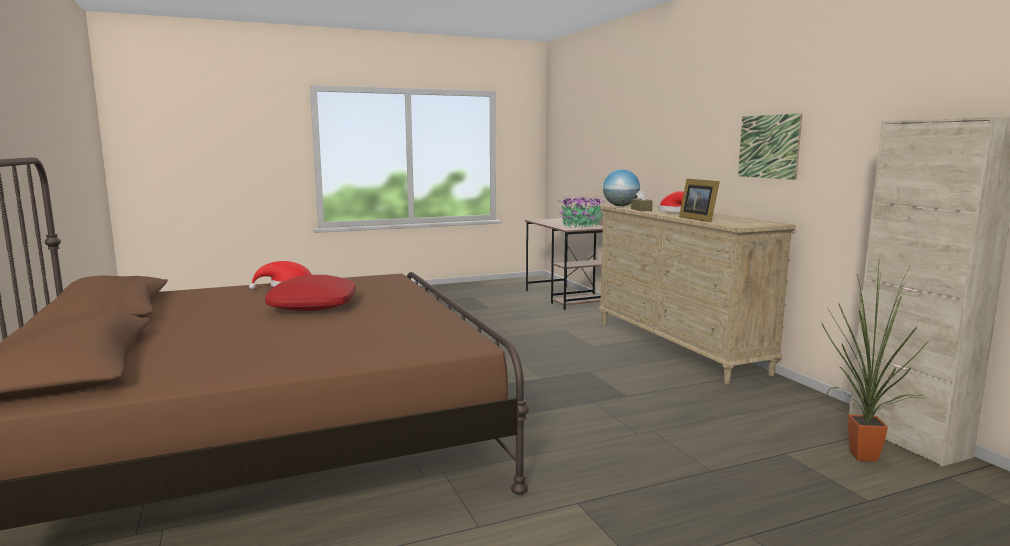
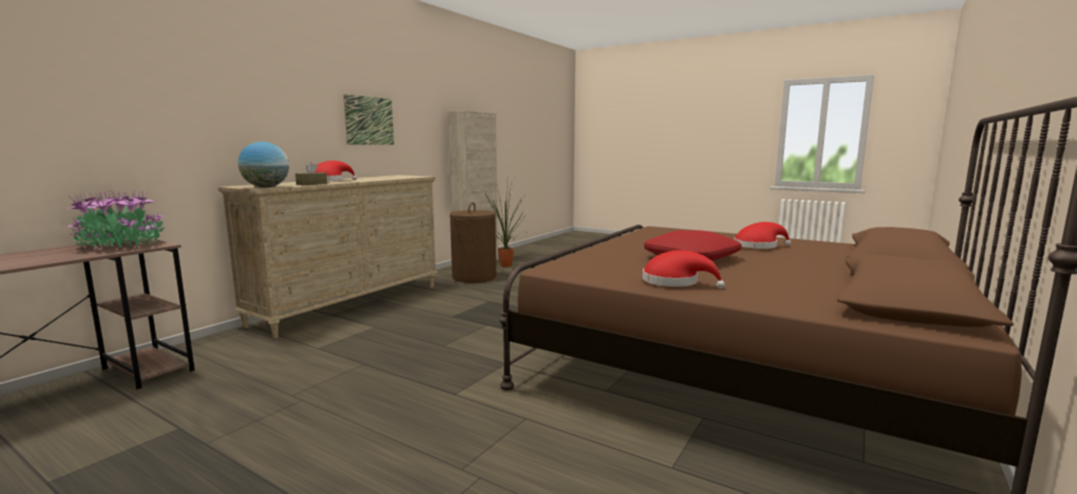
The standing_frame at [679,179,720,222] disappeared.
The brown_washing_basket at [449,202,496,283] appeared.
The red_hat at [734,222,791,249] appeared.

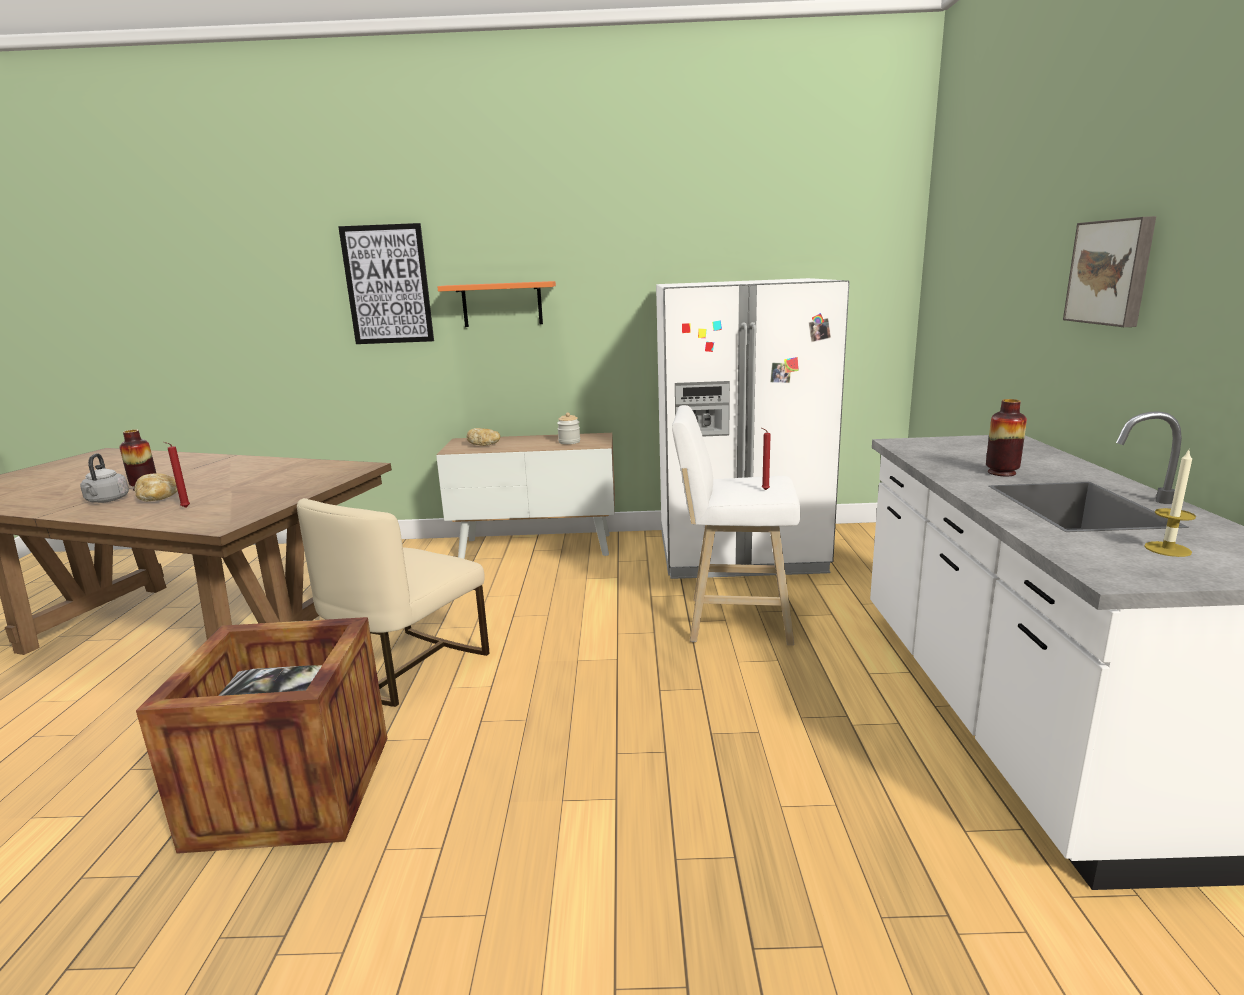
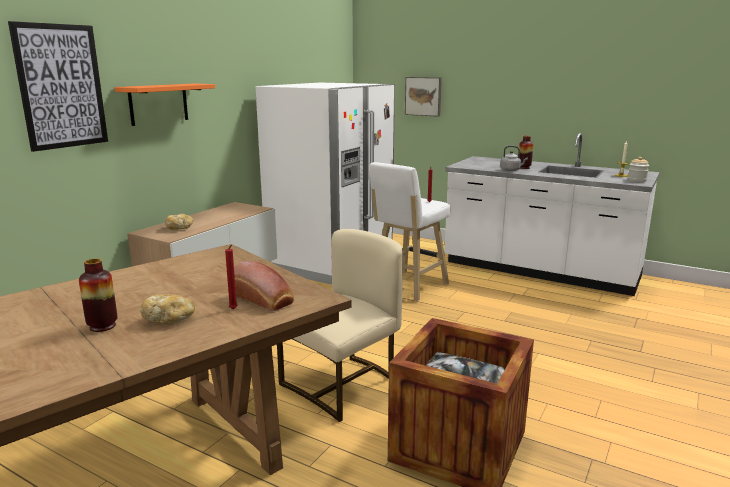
The baked_bread at [234,261,294,311] appeared.
The greyish_water_kettle moved from [80,453,129,503] to [500,145,528,171].
The jar moved from [557,412,580,444] to [628,157,649,182].
The wall_art moved from [1063,216,1156,327] to [405,77,442,117].
The beige_chair at [297,498,489,707] turned 105 degrees counterclockwise.

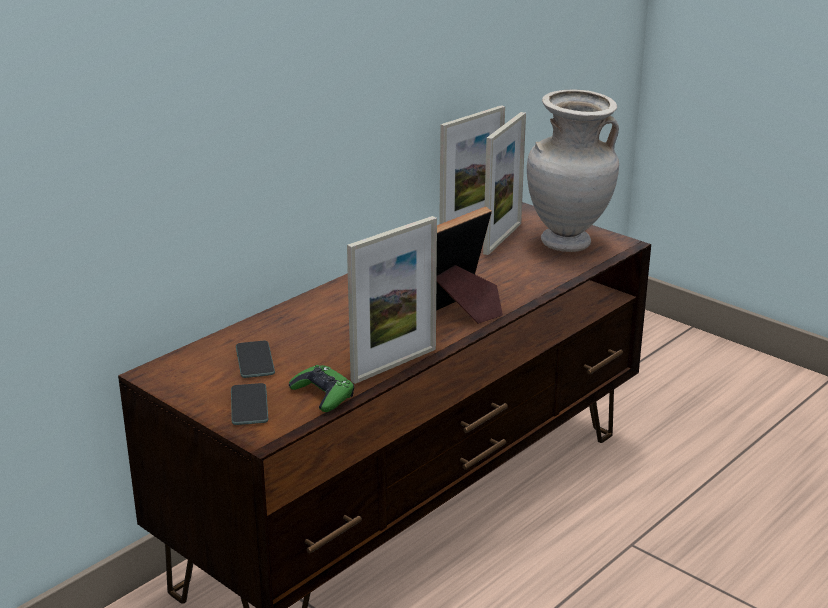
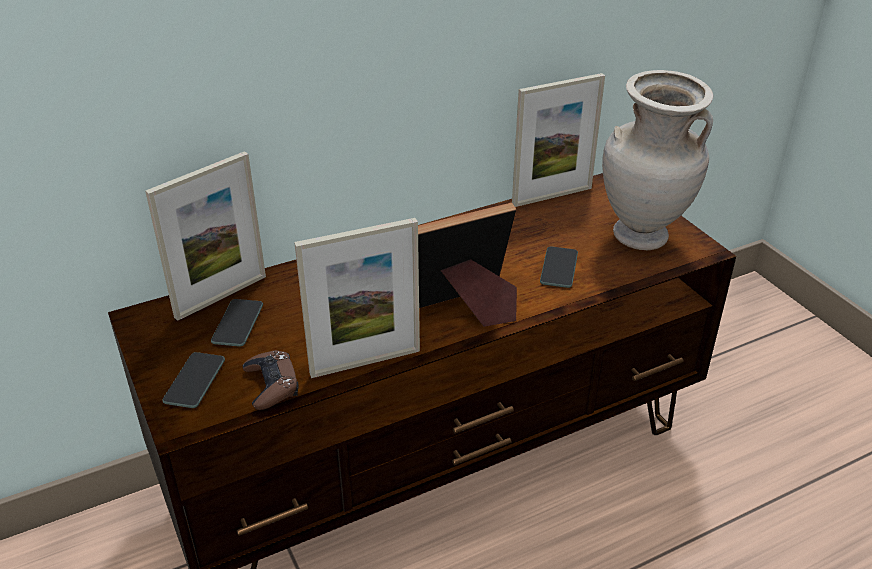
The telephone at [540,246,578,288] appeared.
The standing_frame moved from [483,112,526,255] to [145,151,266,321].
The green-coloured_joypad at [289,365,354,412] became the brown_joypad at [243,350,299,410].

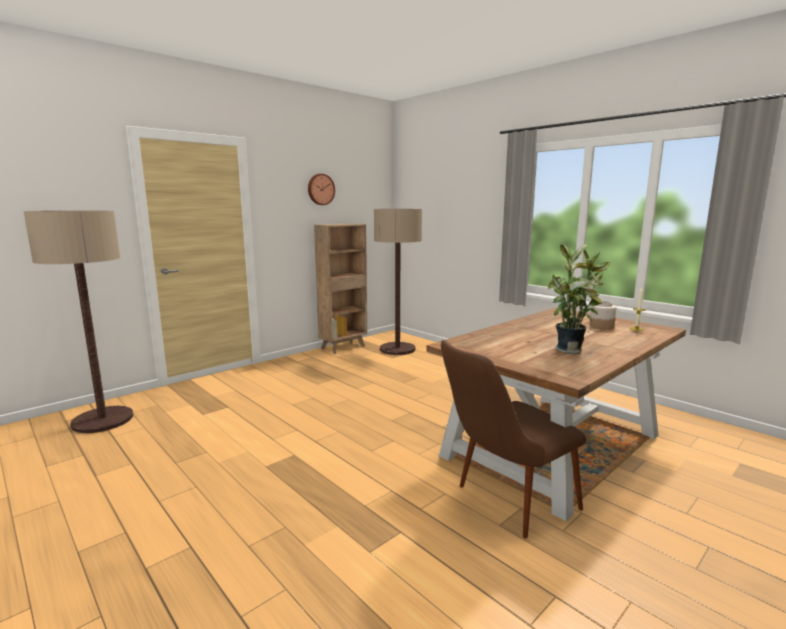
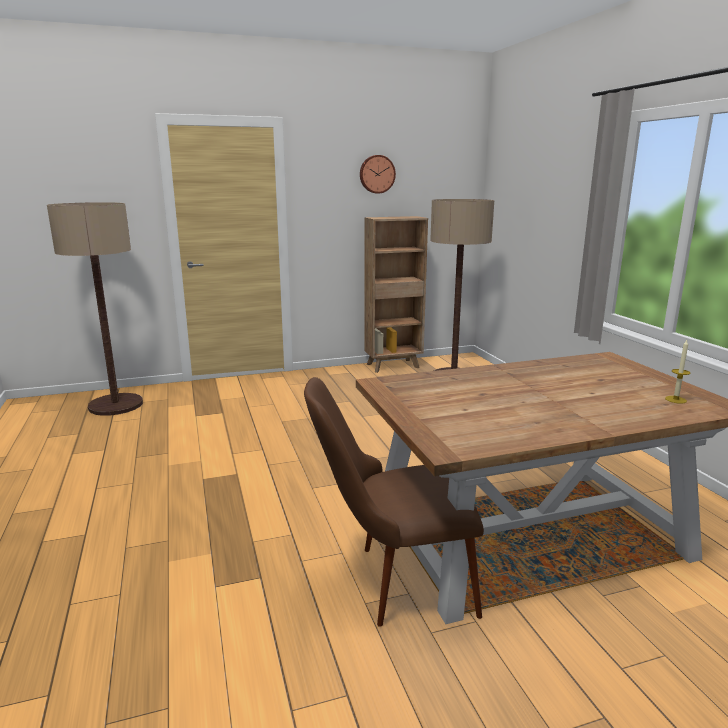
The houseplant at [548,244,611,354] disappeared.
The jar at [589,301,616,330] disappeared.

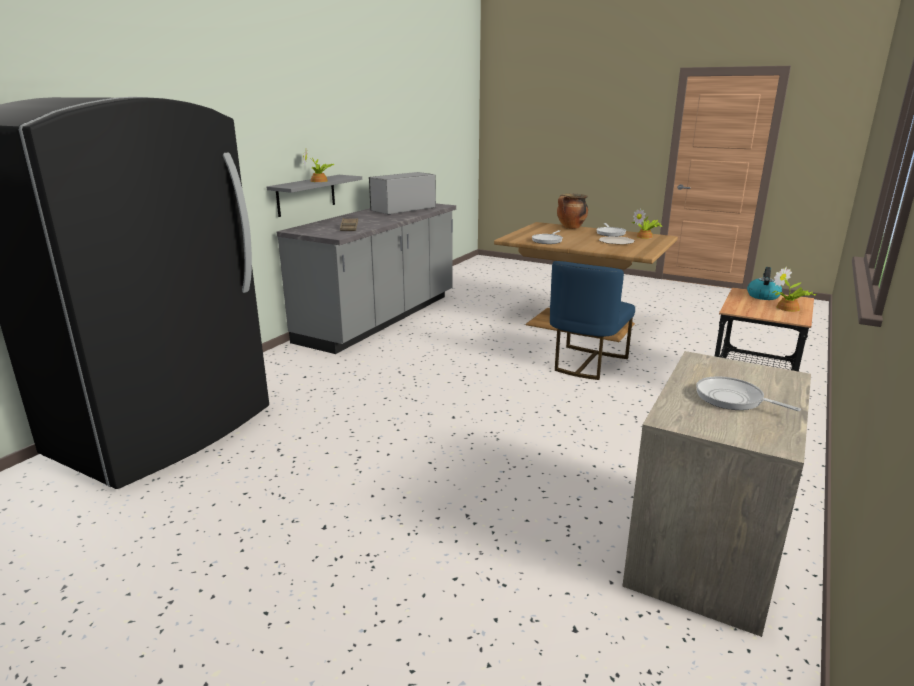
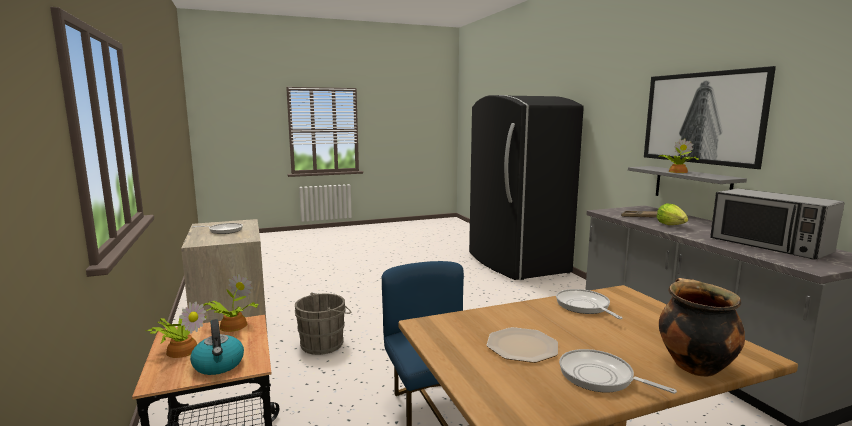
The greyish_pail at [295,292,351,355] appeared.
The wall_art at [644,66,776,169] appeared.
The head_of_lettuce at [657,203,688,225] appeared.
The houseplant moved from [632,208,662,239] to [203,274,259,332].
The kitchen_microwave at [369,172,436,215] turned 150 degrees clockwise.

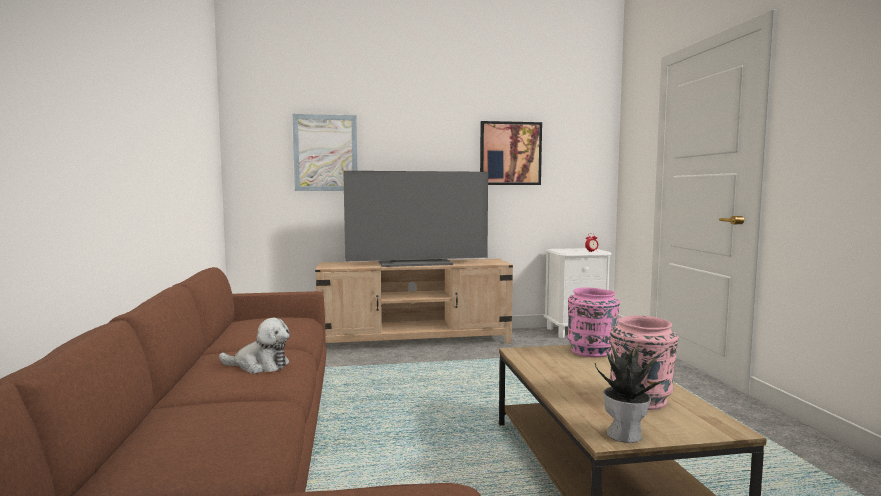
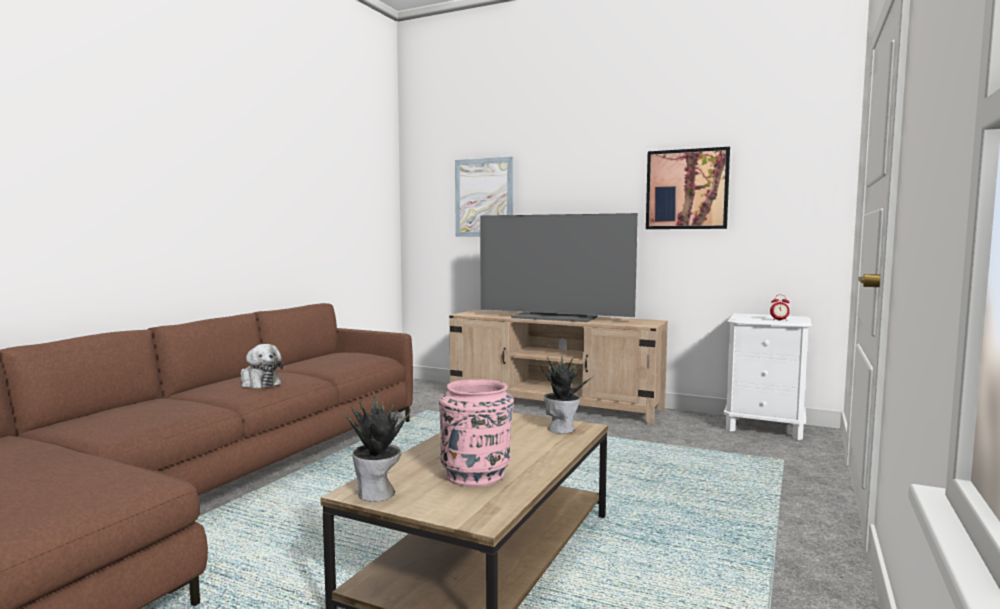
The pinkish_decorative_vase at [567,287,620,357] was replaced by the houseplant at [540,357,594,434].

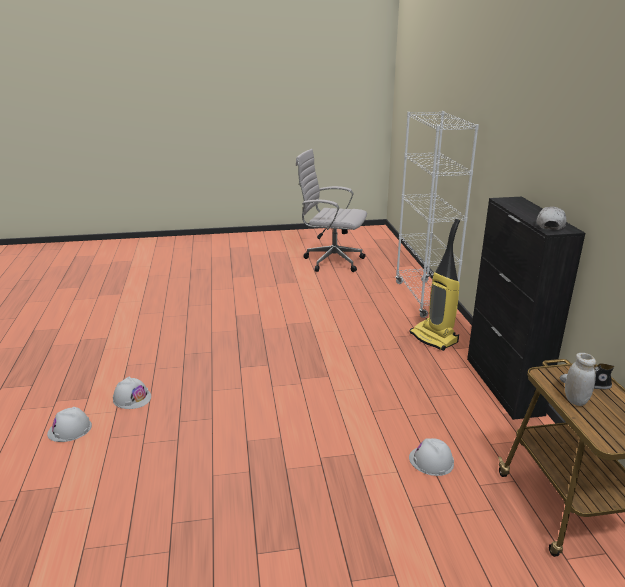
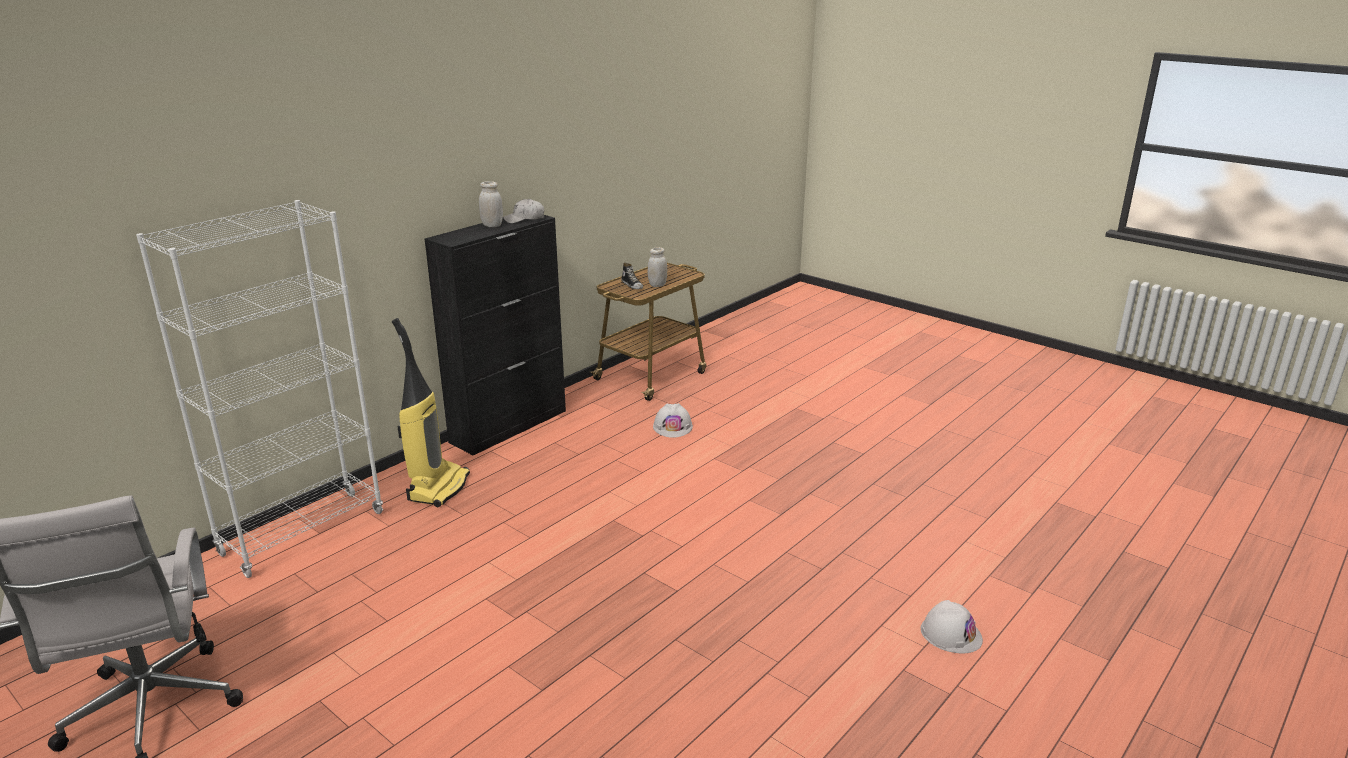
The whitish_hard_hat at [113,377,151,409] disappeared.
The whitish_jar at [479,181,503,227] appeared.

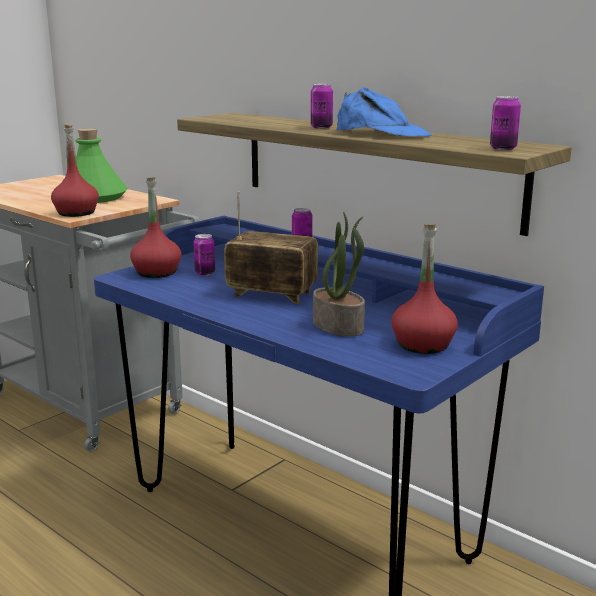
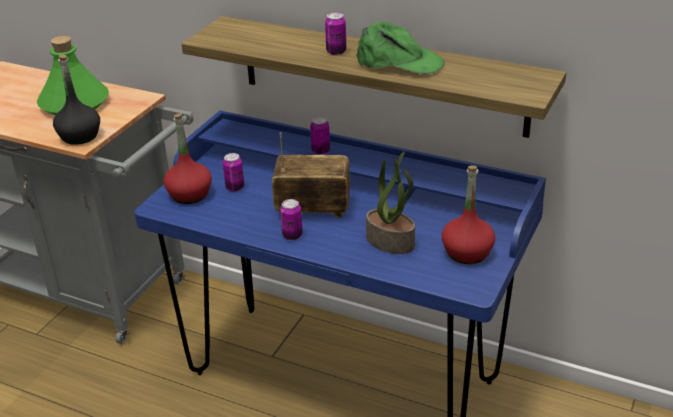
The metal_can moved from [490,96,521,150] to [280,199,303,240].
The red_bottle at [51,124,99,217] became the black_bottle at [53,54,100,145].
The bluish_peaked_cap at [337,87,432,137] became the green-coloured_peaked_cap at [356,21,445,74].

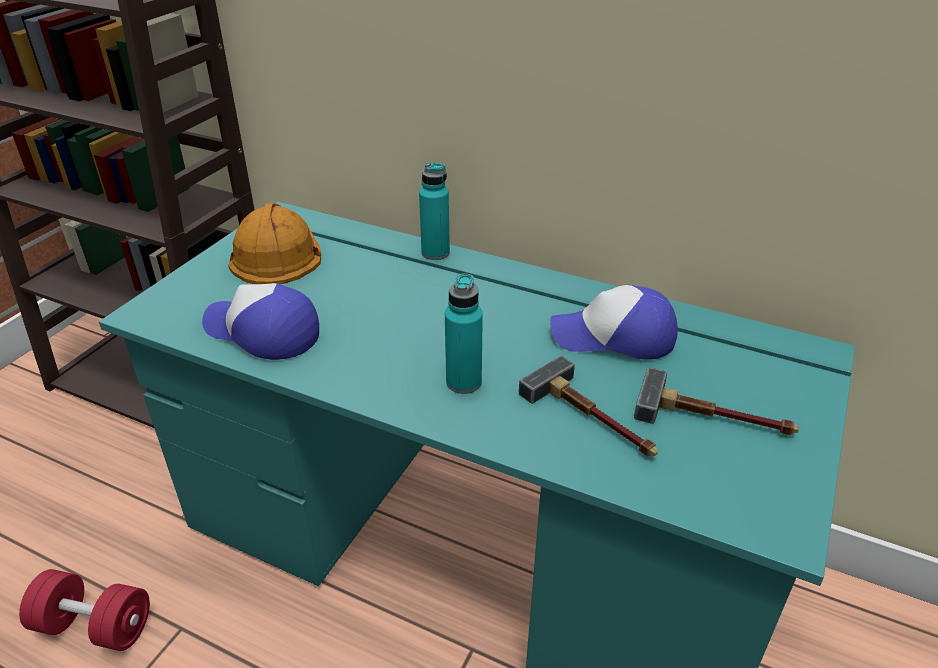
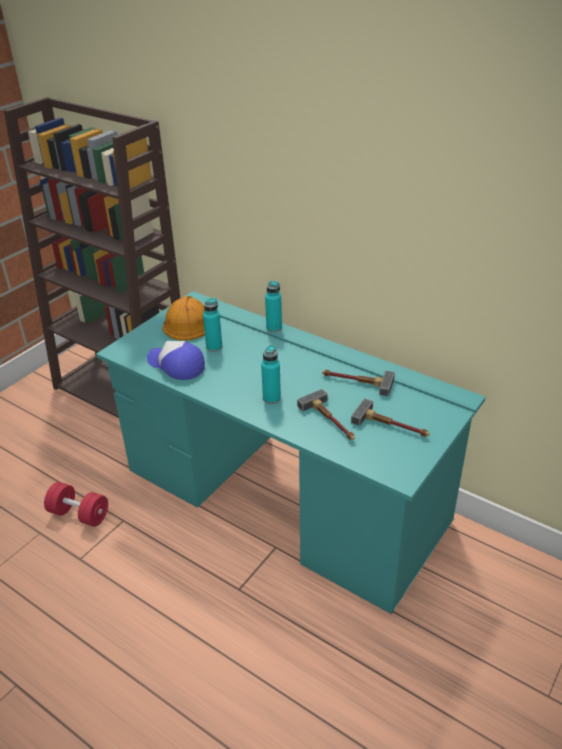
The turquoise_bottle at [203,298,222,352] appeared.
The peaked_cap at [550,285,678,360] was replaced by the hammer at [322,369,395,396].

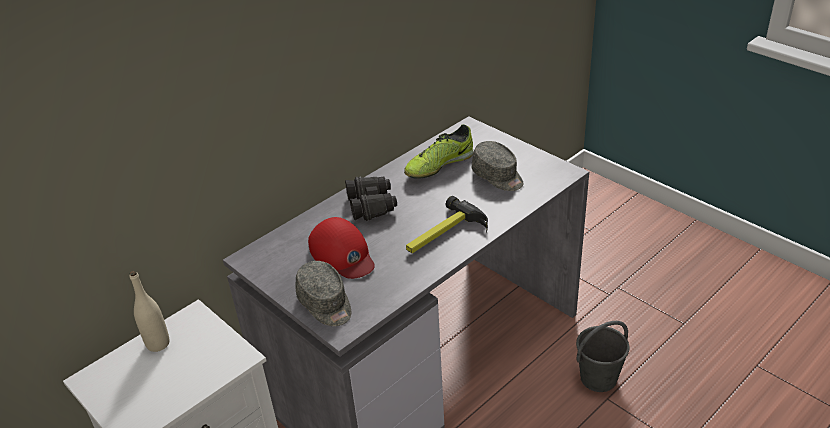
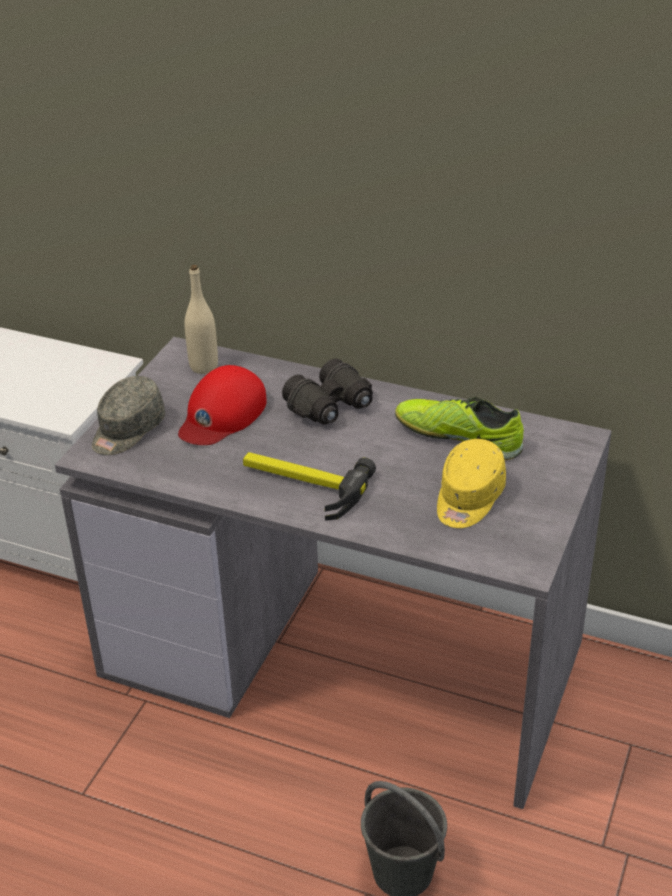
The beige_bottle moved from [129,271,170,352] to [184,265,218,374].
The greyish_peaked_cap at [472,141,524,191] became the yellow_peaked_cap at [437,439,506,528].

